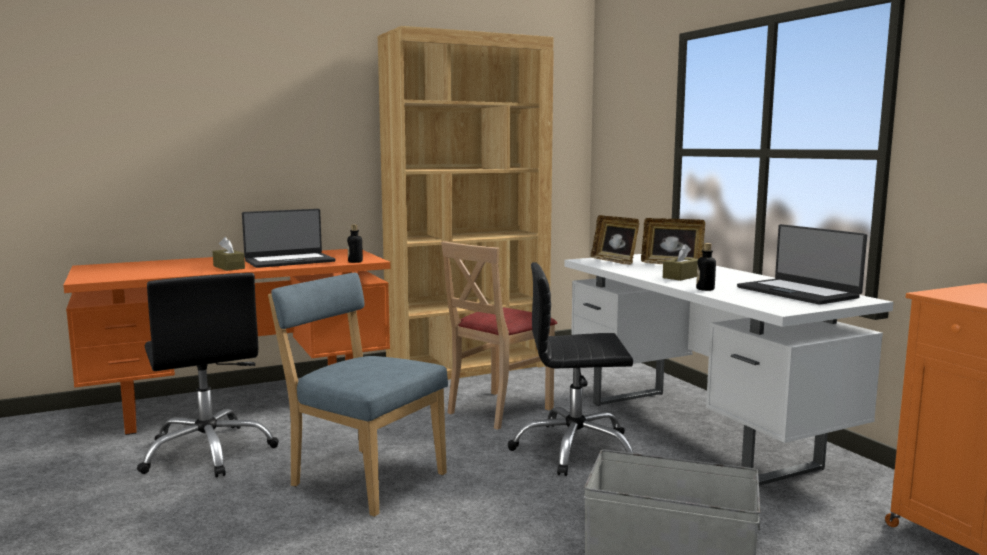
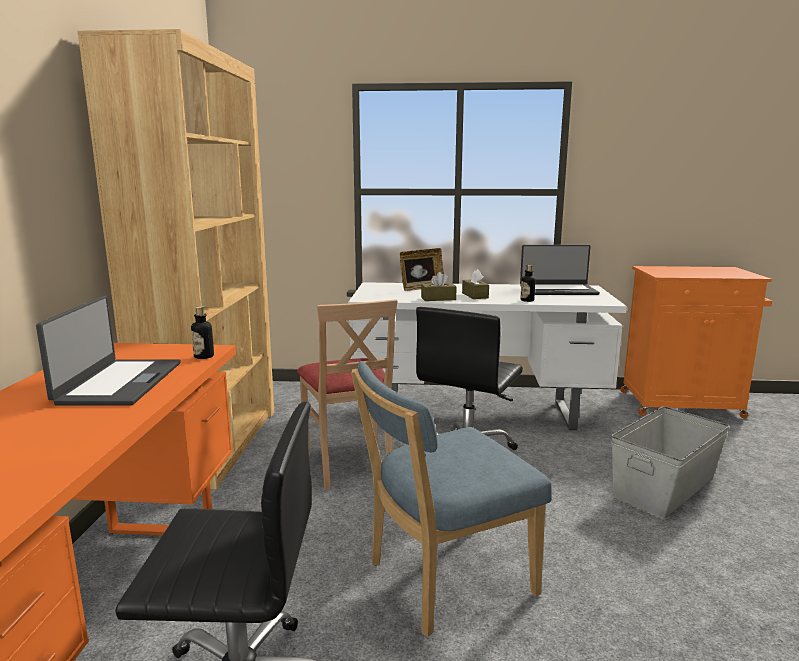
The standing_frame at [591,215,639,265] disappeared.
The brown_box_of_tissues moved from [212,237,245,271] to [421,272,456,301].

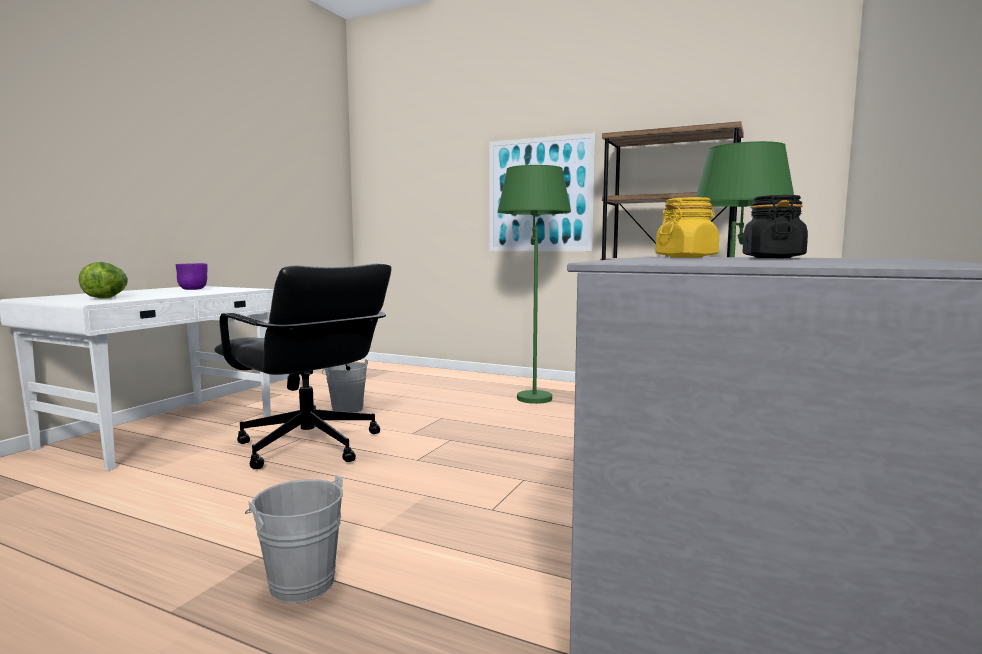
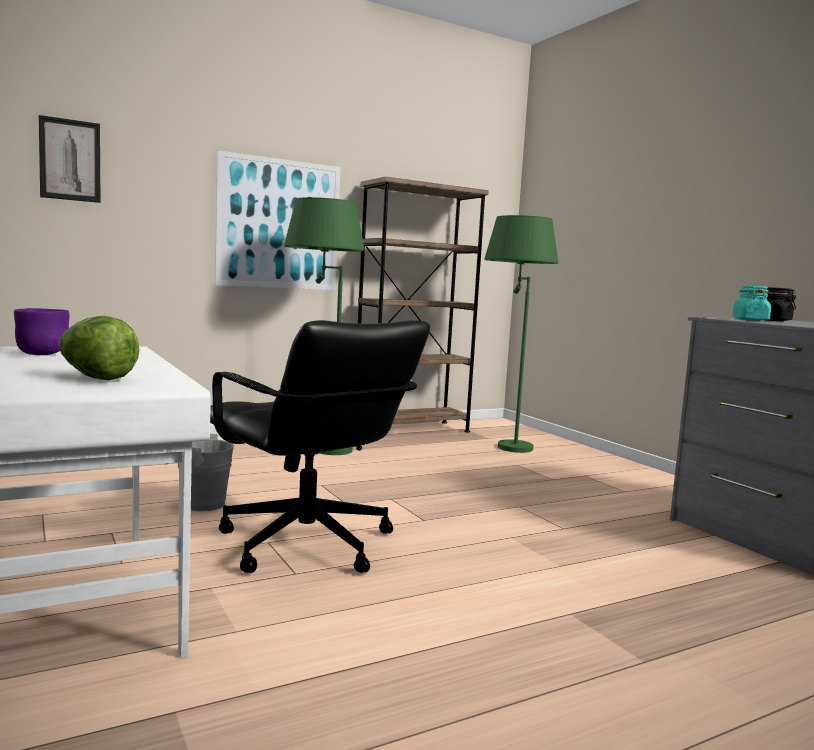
The greyish_pail at [245,475,343,603] disappeared.
The wall_art at [39,115,100,203] appeared.
The yellow_jar at [655,197,719,258] became the turquoise_jar at [732,286,771,321].
The black_computer_chair at [214,263,392,469] turned 60 degrees clockwise.

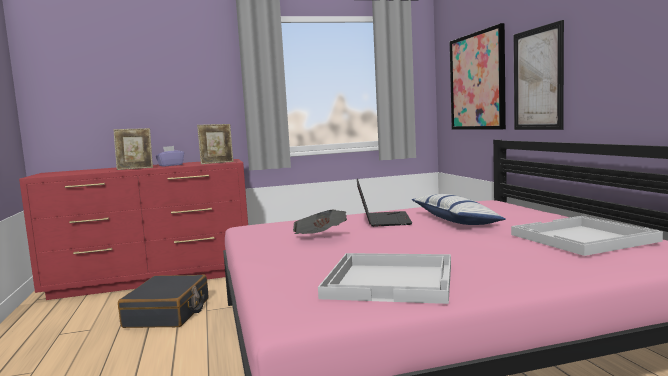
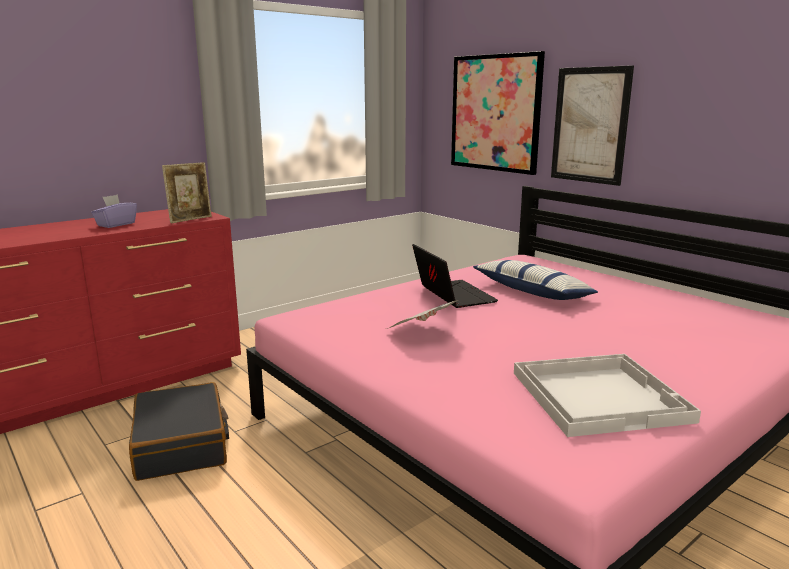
The standing_frame at [114,128,153,170] disappeared.
The whitish_serving_tray at [511,216,663,256] disappeared.

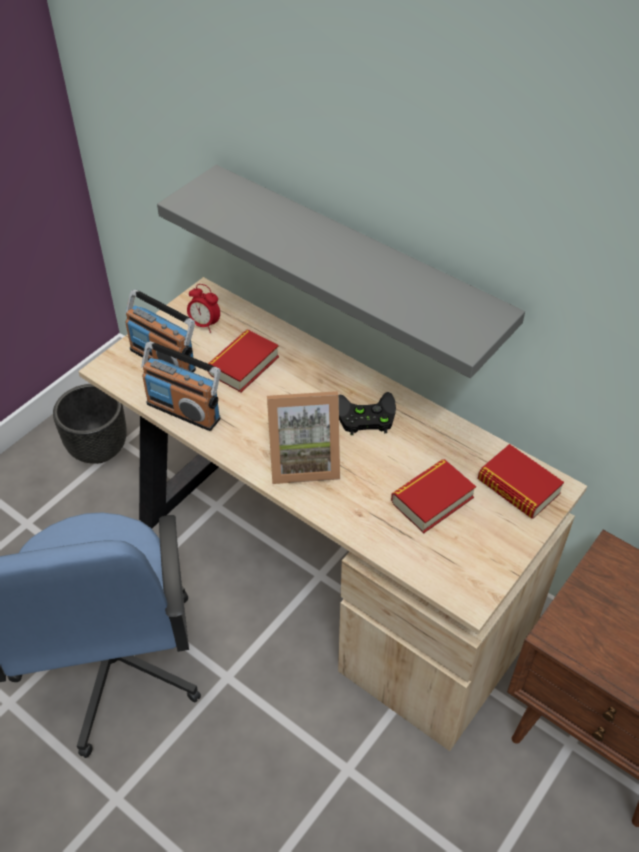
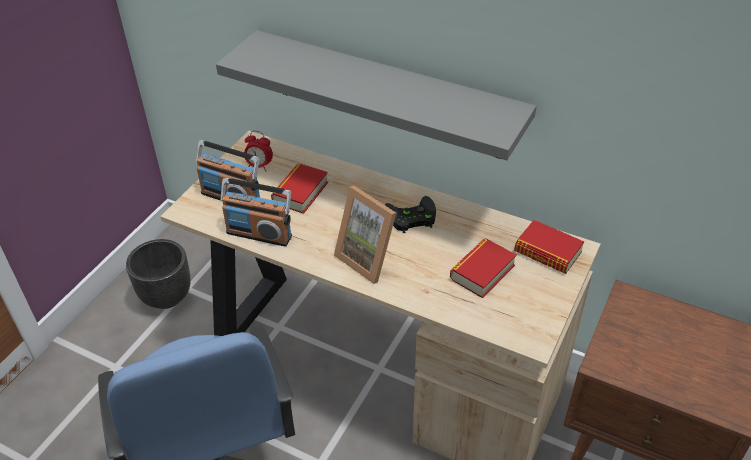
The standing_frame at [267,391,340,484] turned 60 degrees clockwise.

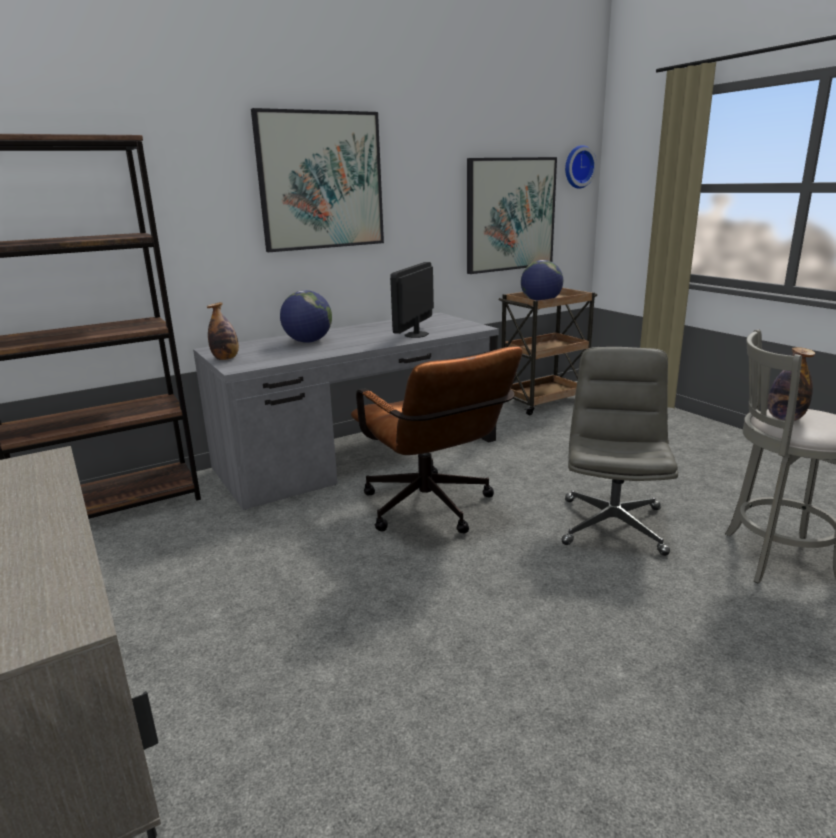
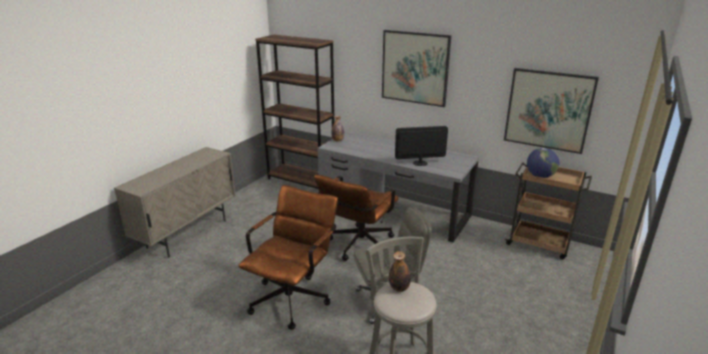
The world_globe at [280,290,332,343] disappeared.
The wall_clock at [565,145,597,189] disappeared.
The brown_computer_chair at [238,185,338,330] appeared.

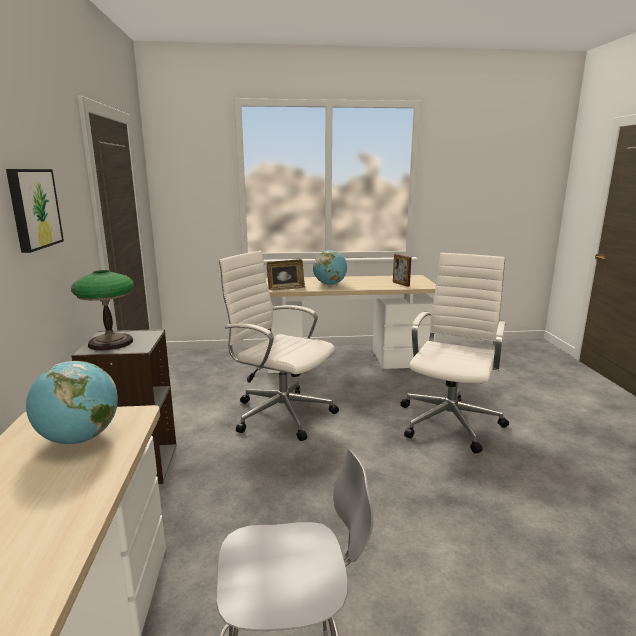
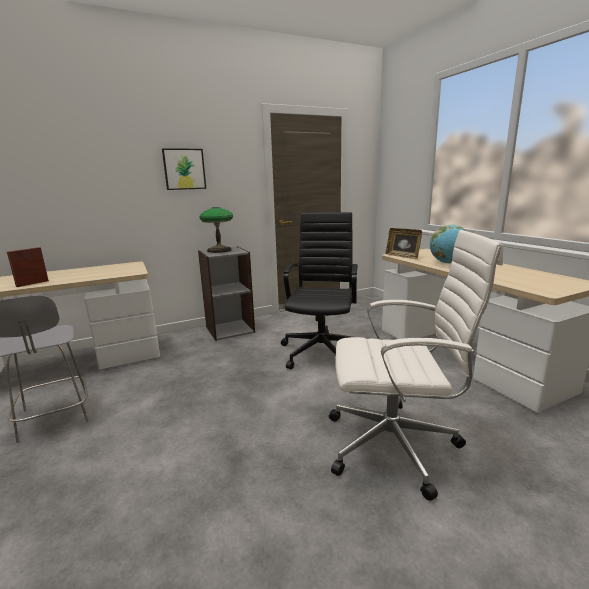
The world_globe at [26,361,118,444] disappeared.
The standing_frame moved from [393,254,412,287] to [7,247,49,287].
The whitish_computer_chair at [218,251,339,441] became the black_computer_chair at [281,212,358,369].

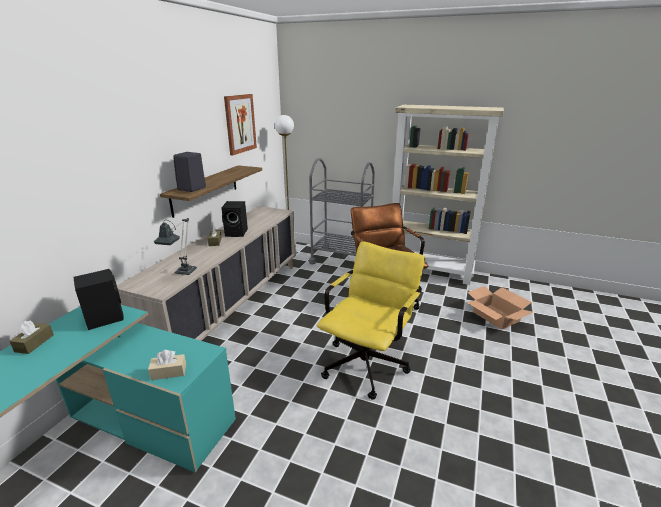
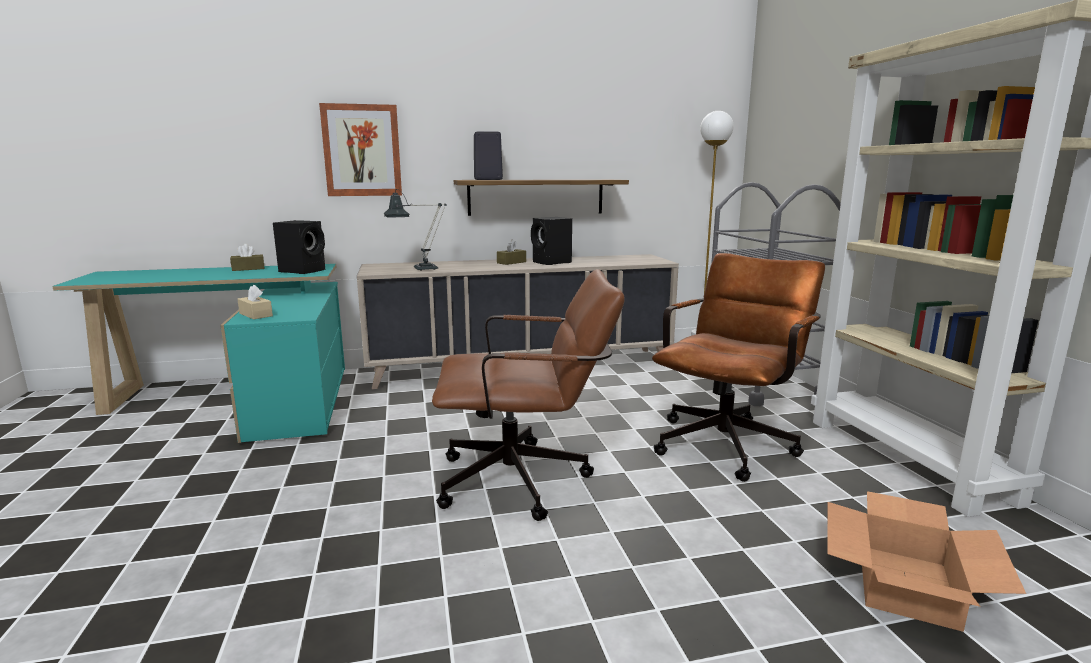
The wall_art moved from [224,94,257,155] to [319,103,402,196].
The yellow_computer_chair at [317,241,425,400] became the brown_computer_chair at [432,269,625,521].

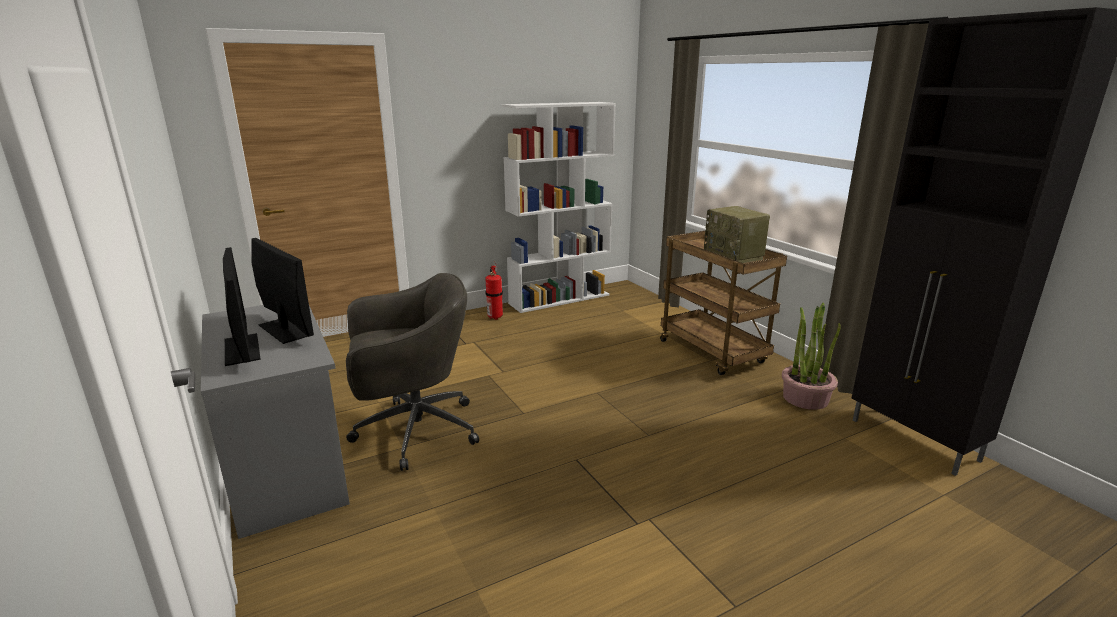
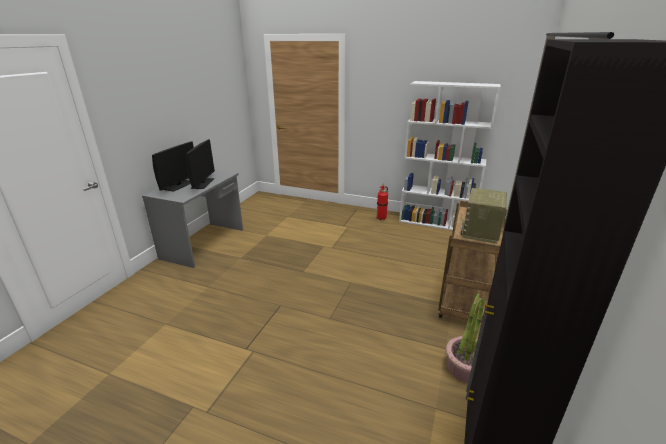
The greyish_computer_chair at [346,273,479,471] disappeared.

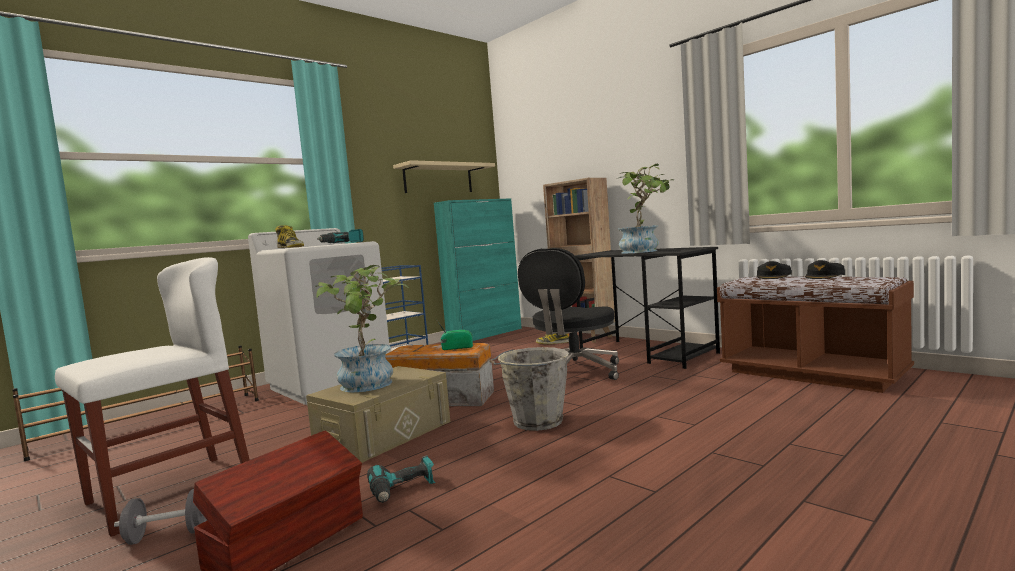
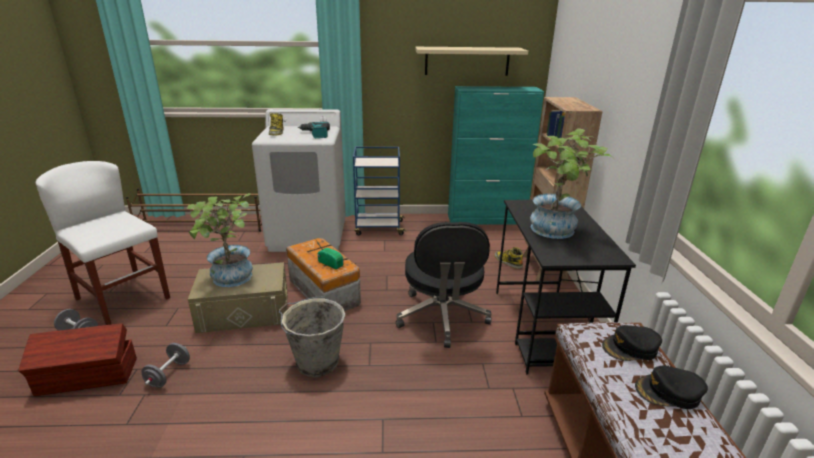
The drill at [367,456,435,503] was replaced by the greyish_free_weight at [141,343,190,388].
The whitish_chair at [55,257,250,537] turned 135 degrees counterclockwise.
The black_computer_chair at [518,248,619,380] turned 75 degrees counterclockwise.

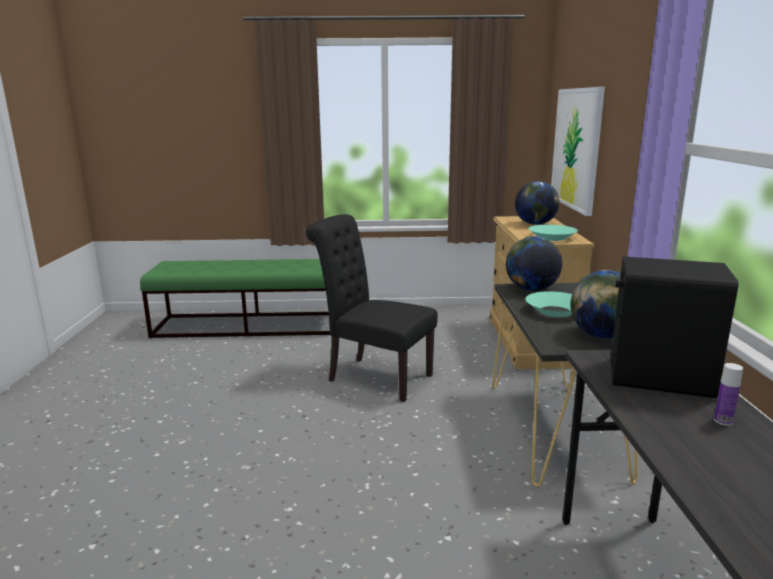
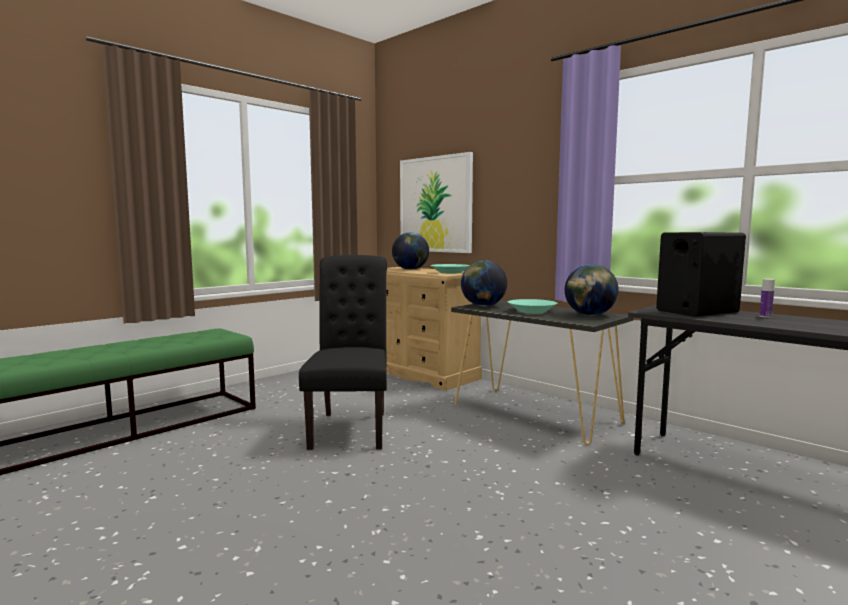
The black_chair at [306,214,438,402] turned 105 degrees clockwise.

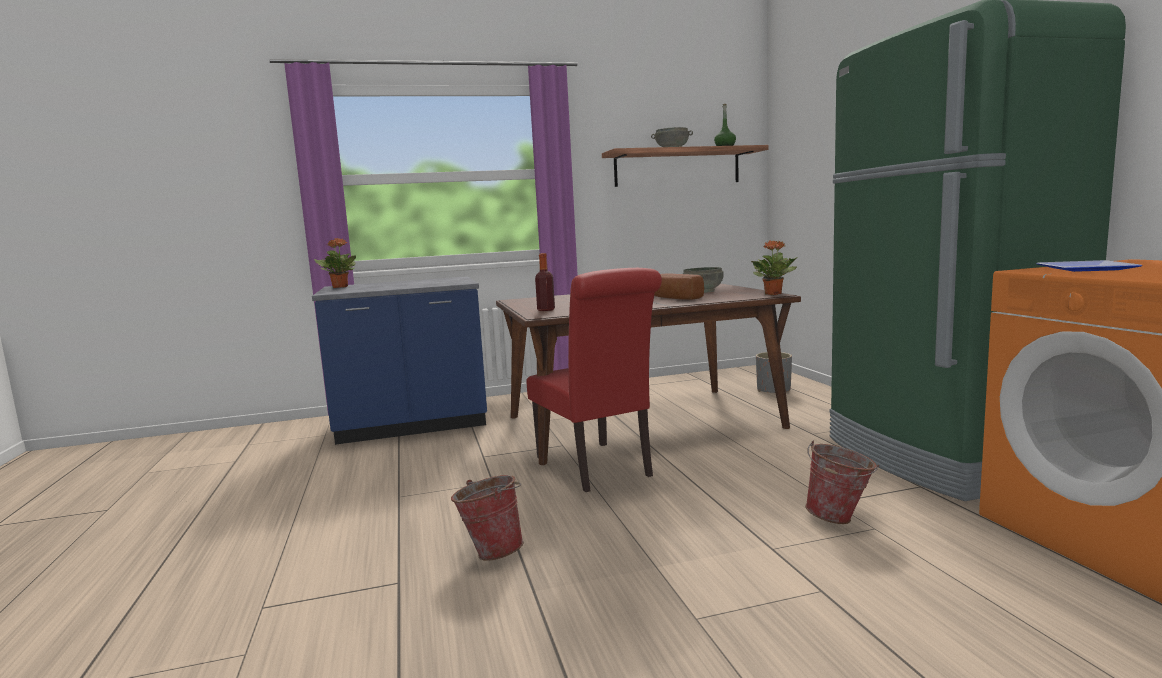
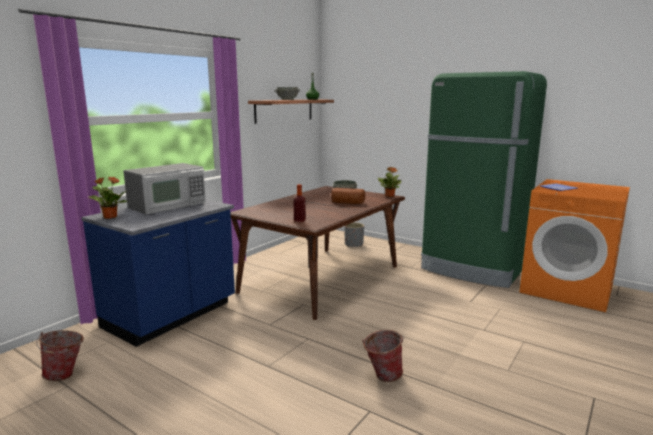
The red_chair at [527,268,662,492] disappeared.
The kitchen_microwave at [123,163,206,215] appeared.
The pail moved from [805,440,879,524] to [36,330,84,381].

